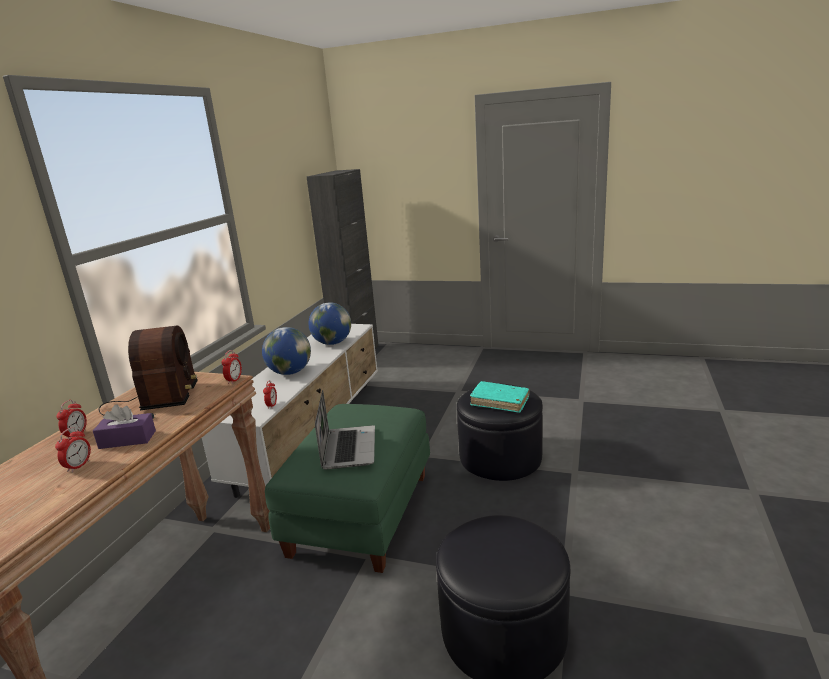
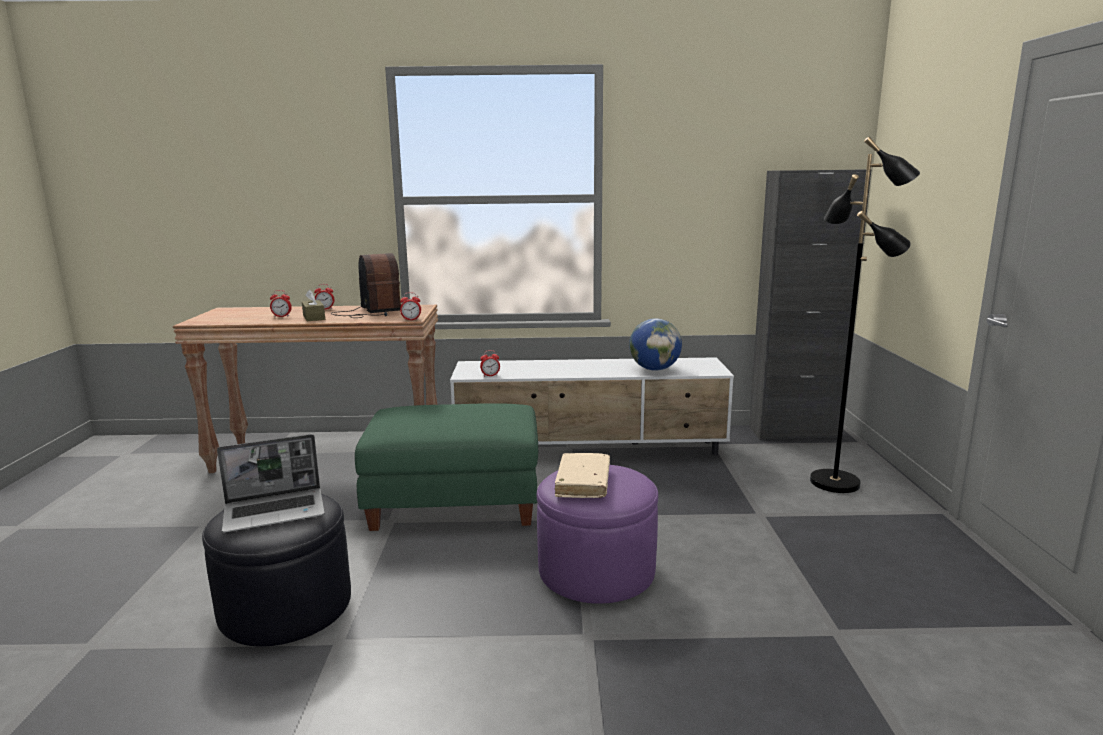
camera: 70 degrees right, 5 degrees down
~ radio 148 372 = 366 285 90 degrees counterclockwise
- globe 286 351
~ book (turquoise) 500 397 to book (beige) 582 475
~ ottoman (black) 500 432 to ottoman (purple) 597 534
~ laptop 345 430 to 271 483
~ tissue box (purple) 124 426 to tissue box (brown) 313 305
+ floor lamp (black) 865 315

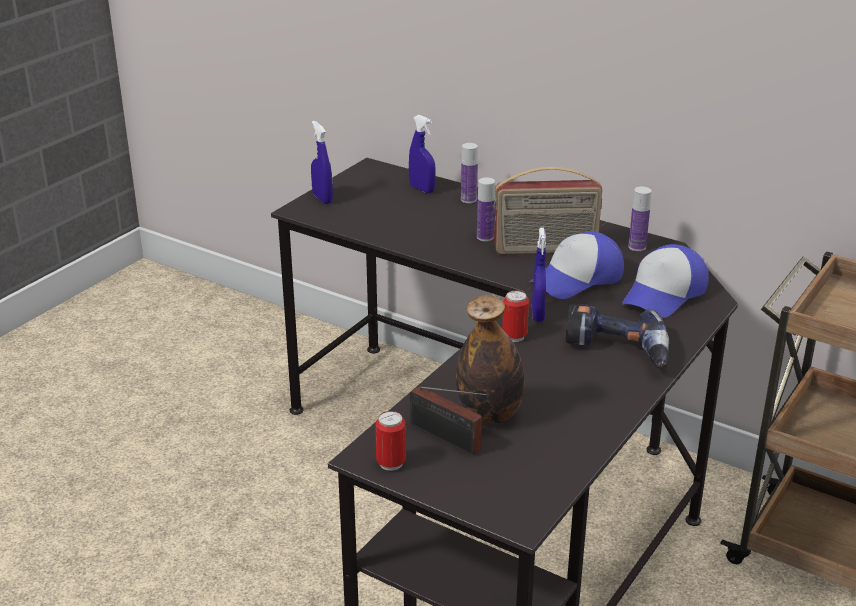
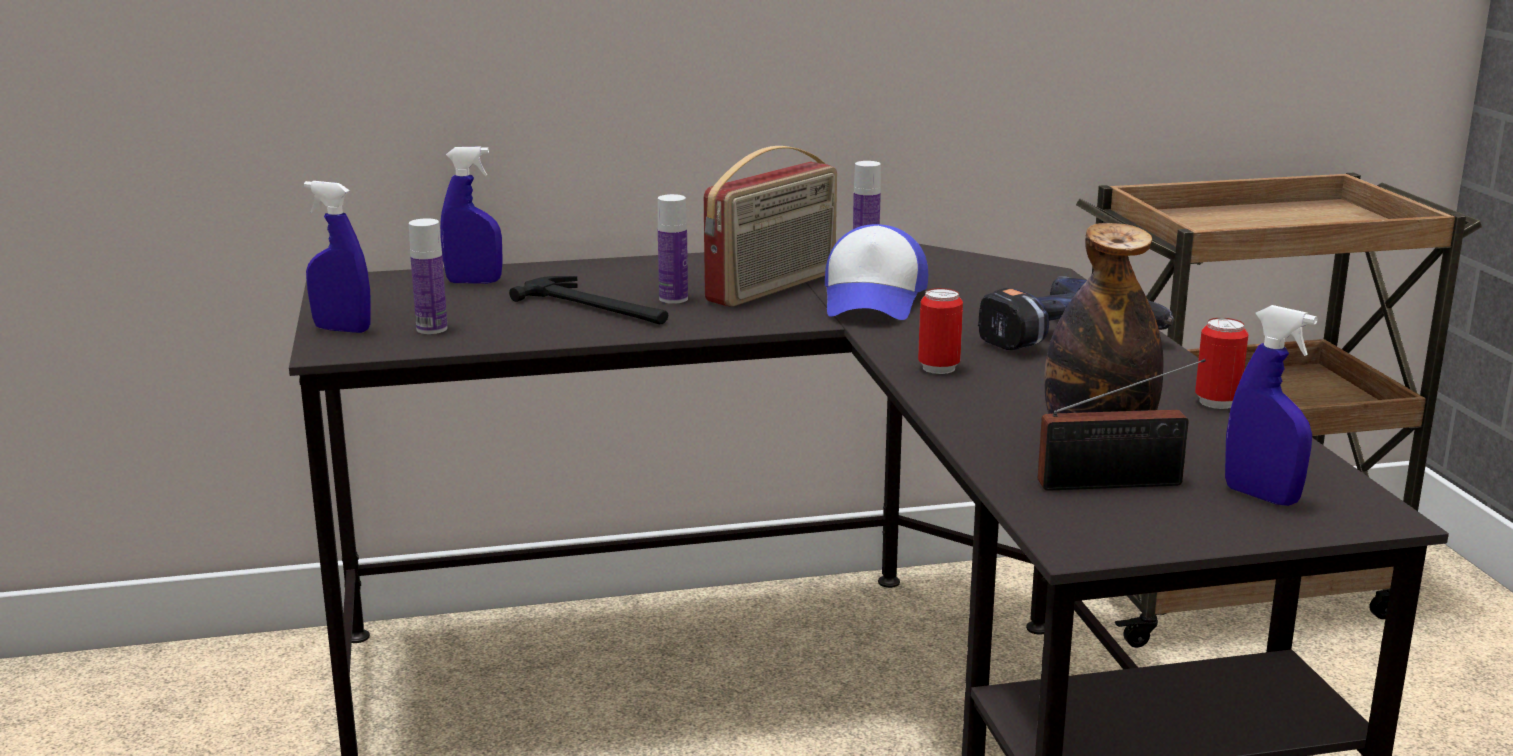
camera: 45 degrees left, 10 degrees down
~ bottle 469 173 to 428 276
~ spray bottle (blue) 539 274 to 1271 405
- cap 665 281
~ can 390 441 to 1222 363
+ hammer 588 300

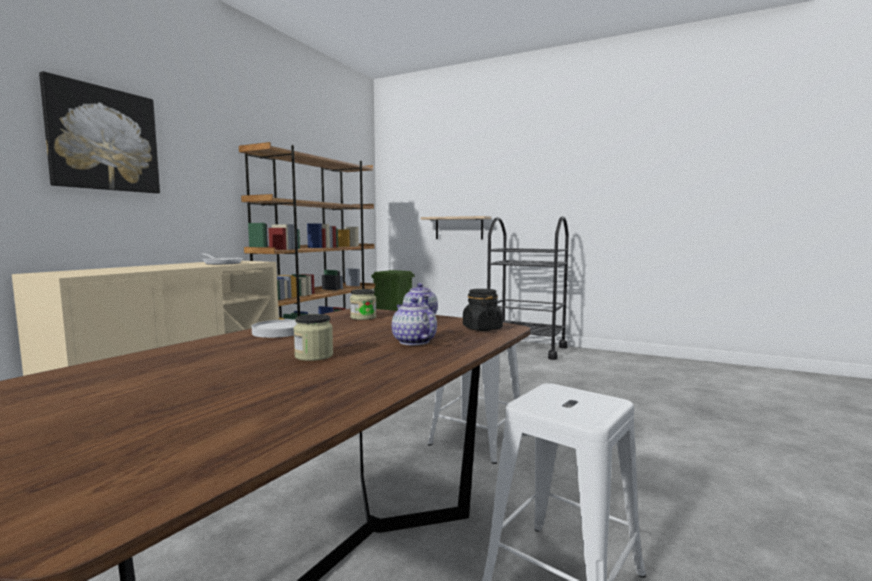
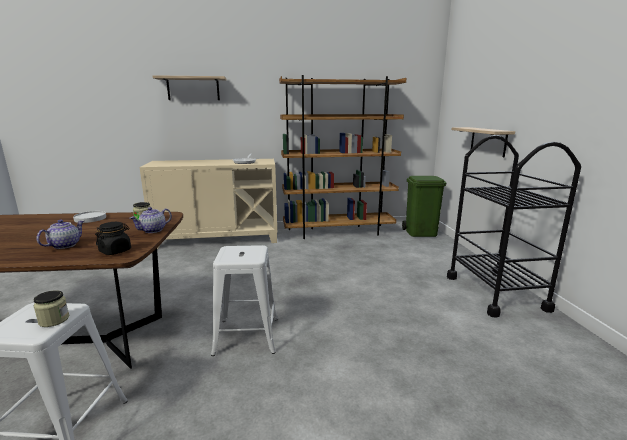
camera: 55 degrees right, 10 degrees up
~ picture 99 132 to shelf 189 87
~ jar 313 337 to 51 308

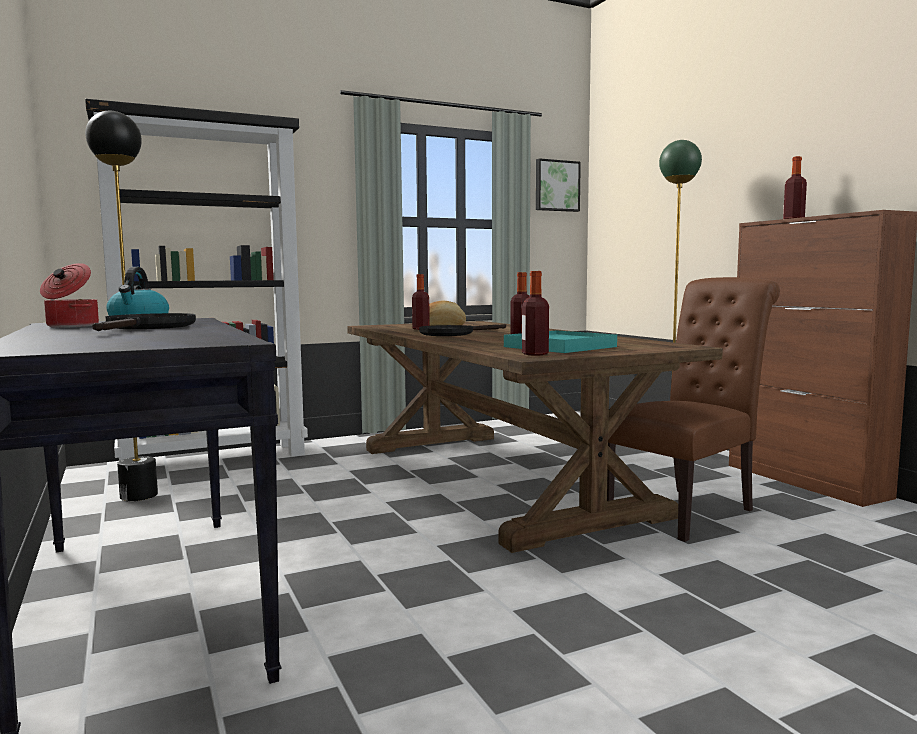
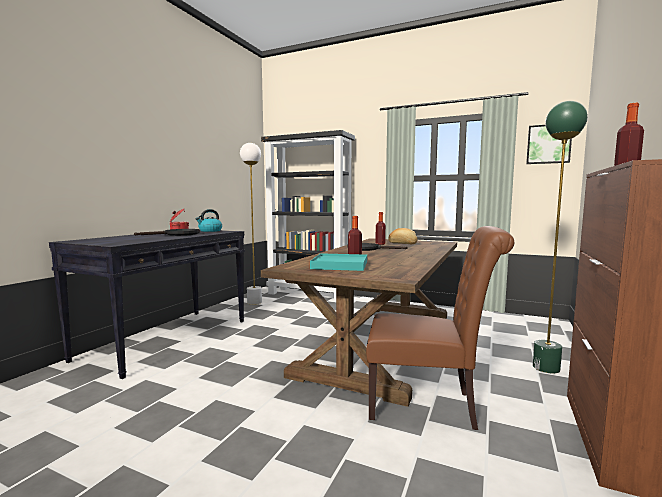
camera: 50 degrees right, 0 degrees up
~ floor lamp (black) 121 306 to floor lamp (white) 251 224
- bottle 535 313

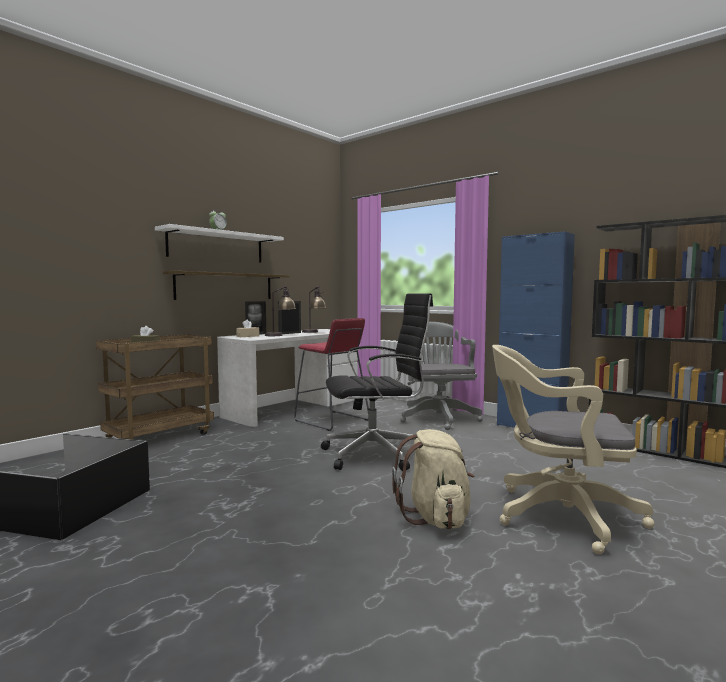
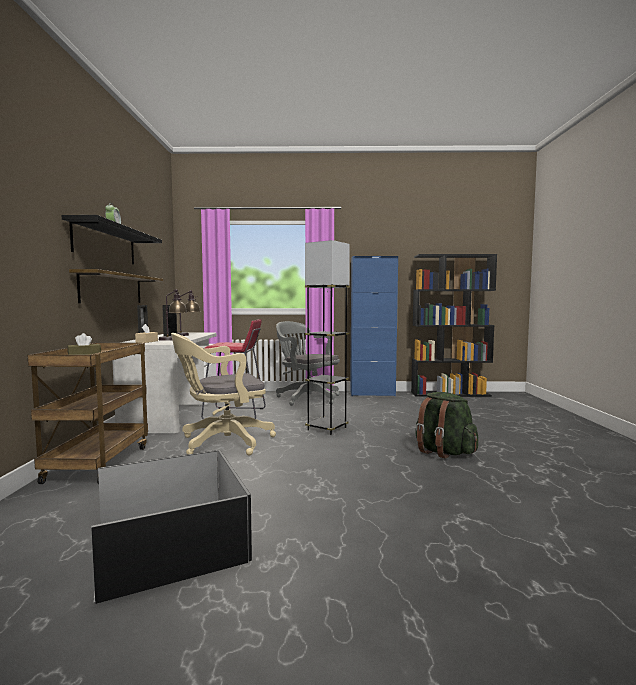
camera: 40 degrees left, 0 degrees up
~ shelf (white) 219 243 to shelf (black) 112 239
~ office chair (black) 377 382 to floor lamp (grey) 327 337
~ office chair (beige) 573 449 to 223 394
~ backpack (beige) 433 479 to backpack (green) 447 425

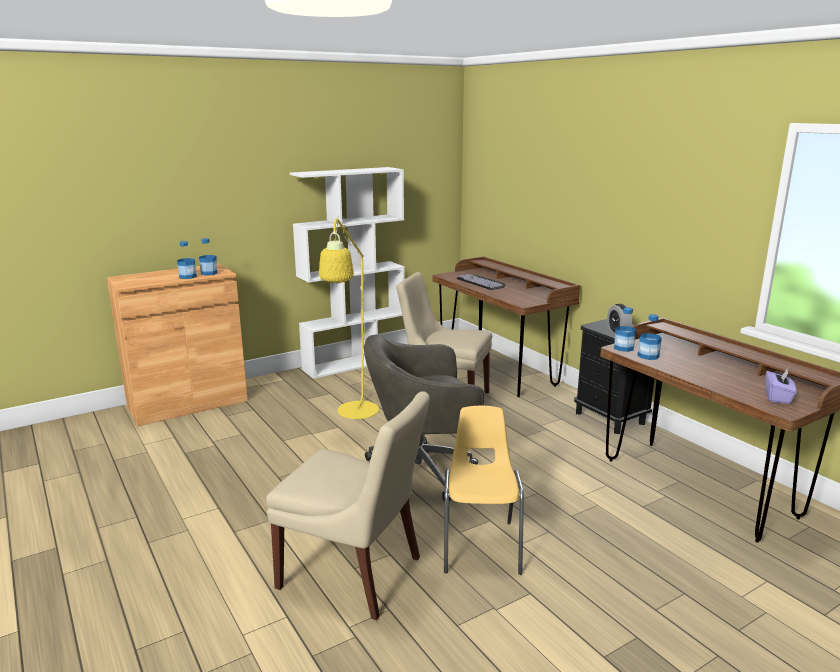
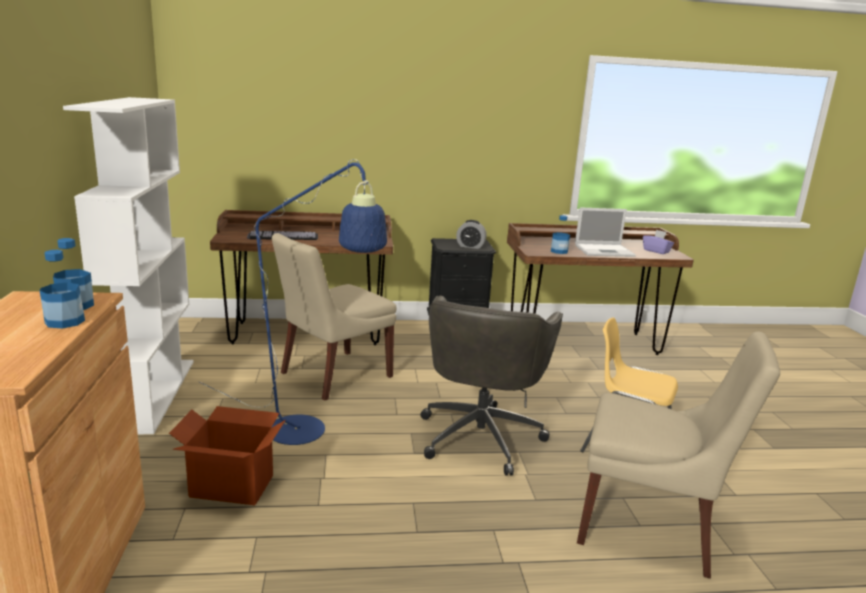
camera: 65 degrees left, 0 degrees up
~ floor lamp (yellow) 349 317 to floor lamp (blue) 293 302
- bottle 625 329
~ chair (beige) 348 505 = 678 455 60 degrees clockwise
+ laptop 605 232
+ cardboard box 227 455

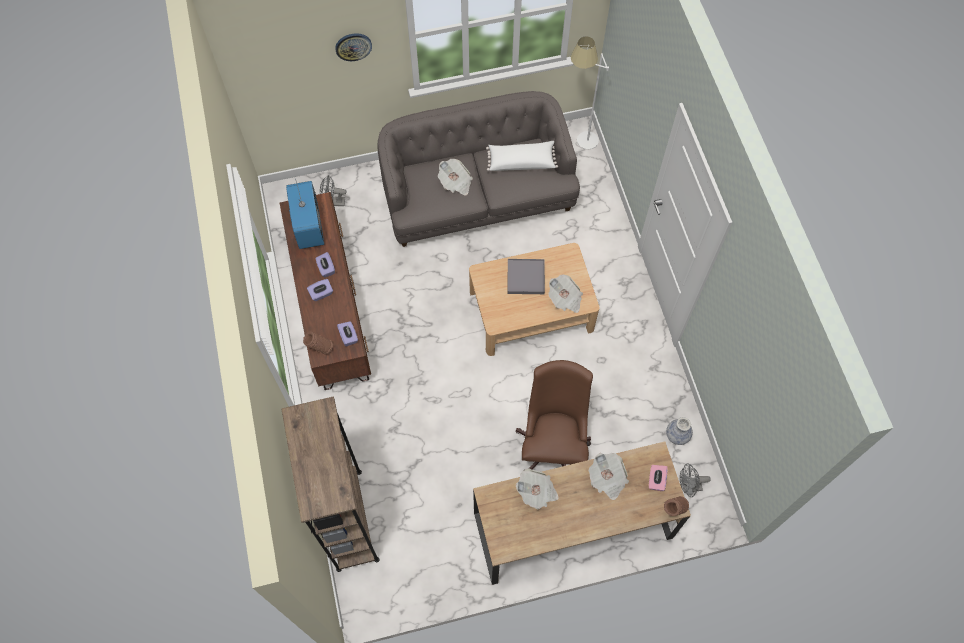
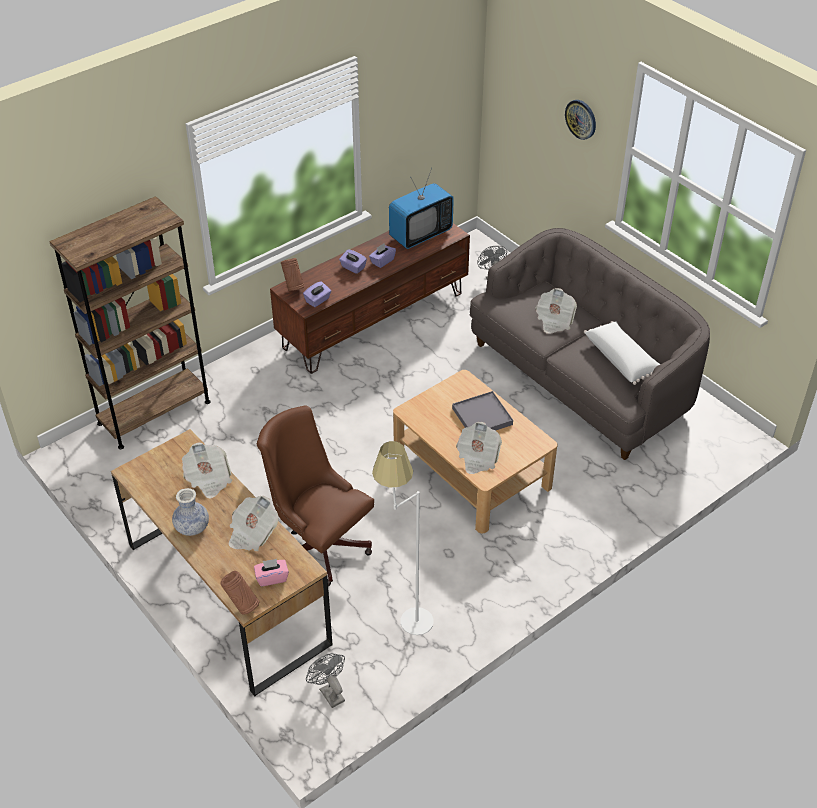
camera: 65 degrees right, 20 degrees down
~ floor lamp (white) 590 92 to 402 538
~ office chair (brown) 554 415 = 315 495 120 degrees counterclockwise
~ vase 679 431 to 190 512

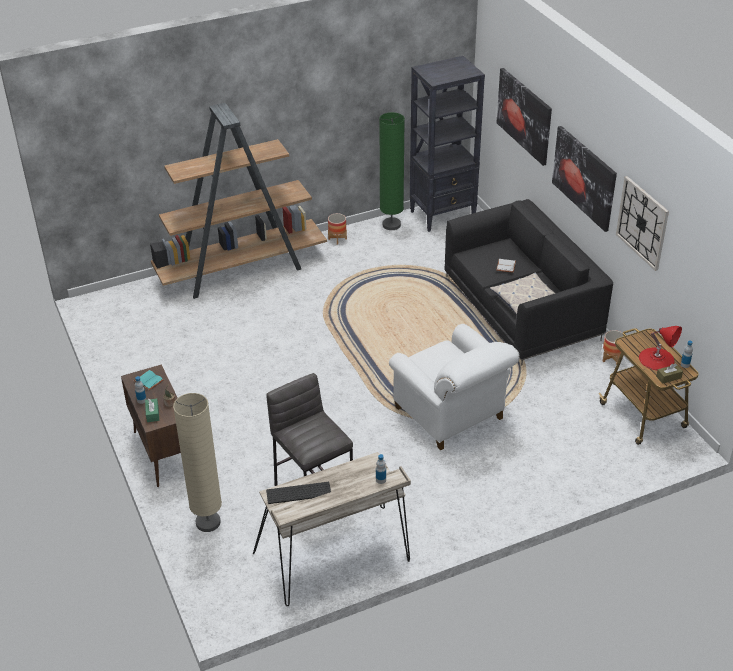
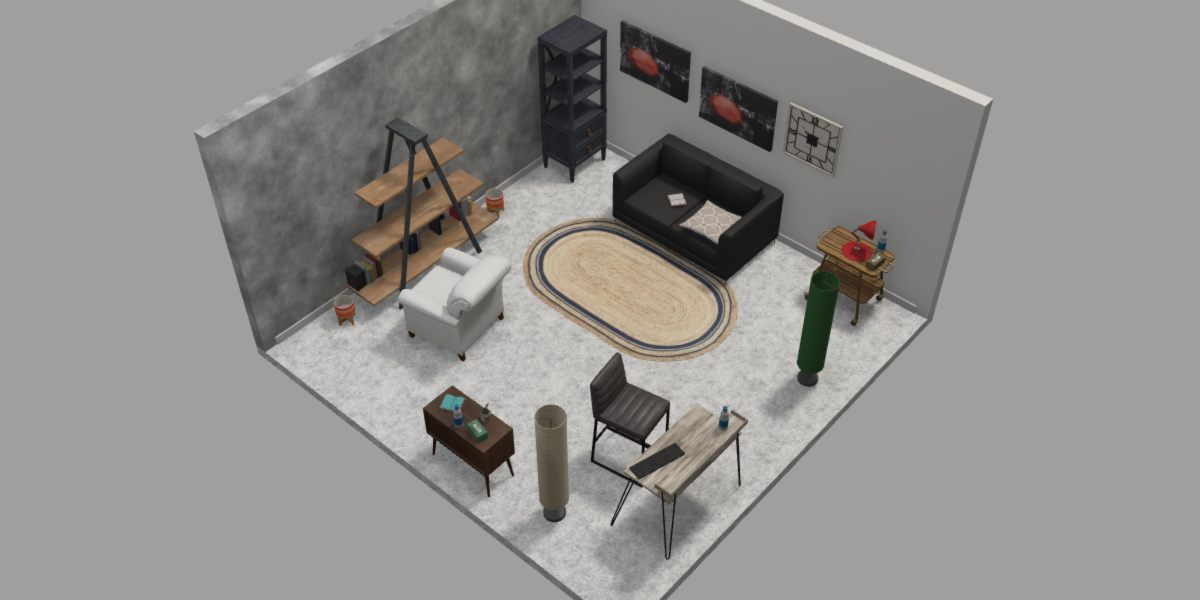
camera: 25 degrees left, 5 degrees up
~ floor lamp (green) 392 171 to 818 329
~ armchair (white) 454 387 to 455 304
~ planter 613 347 to 344 310

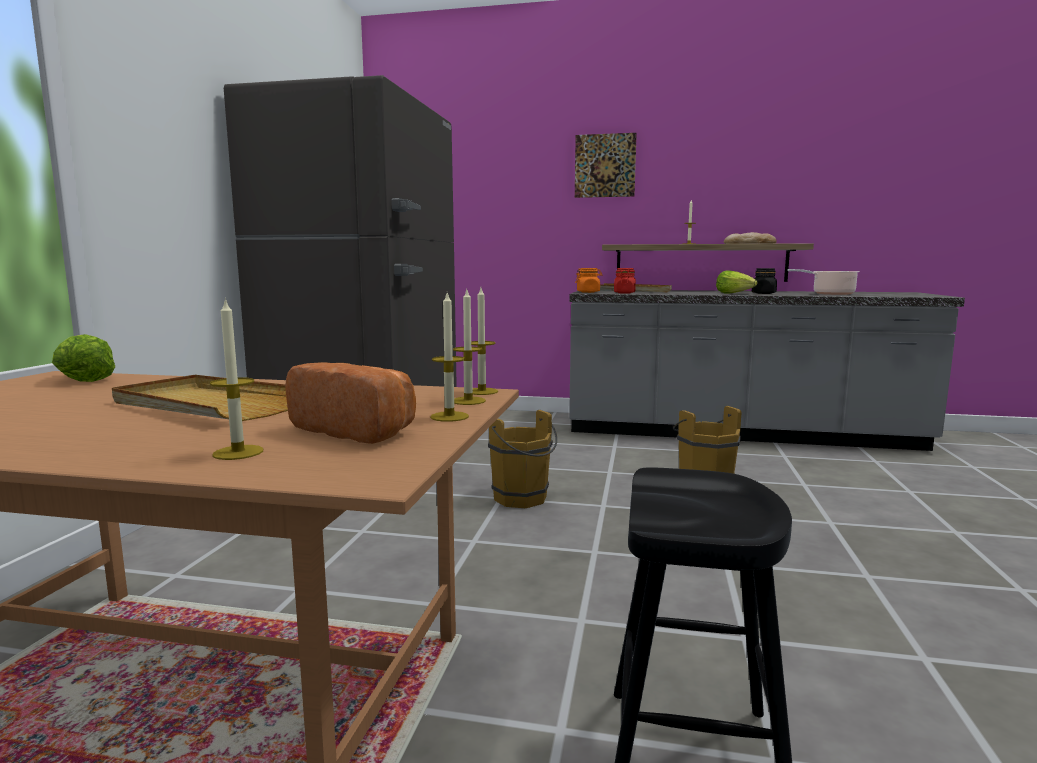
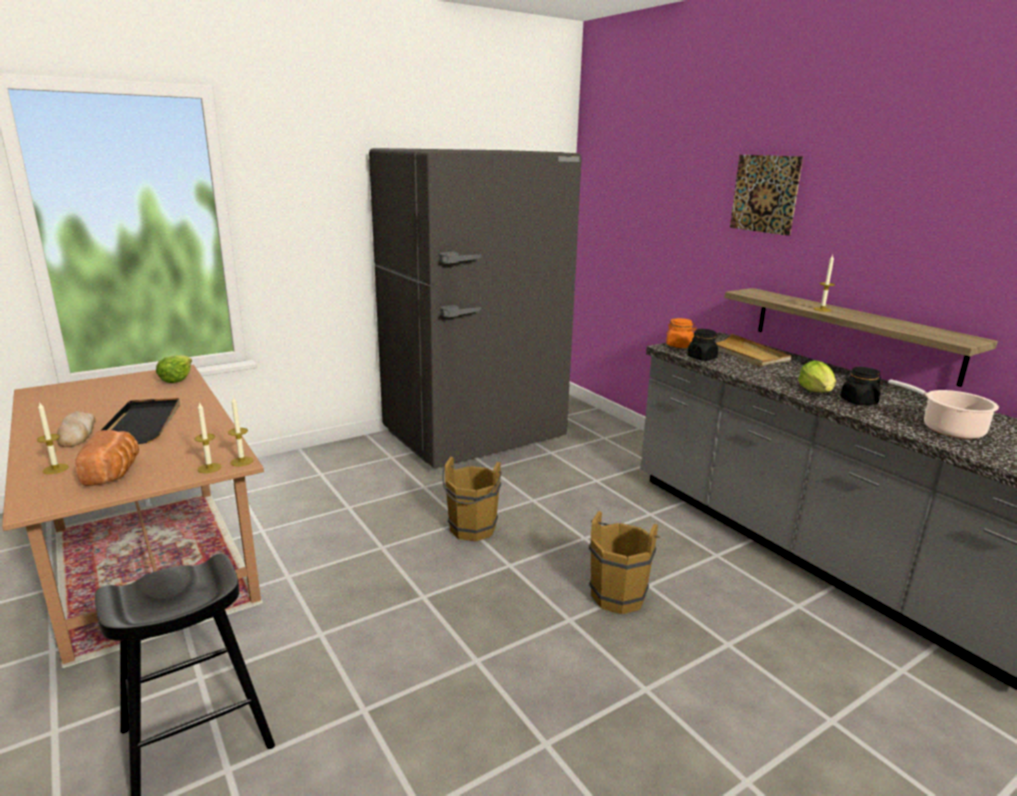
camera: 45 degrees right, 10 degrees up
~ bread 750 238 to 76 429
~ jar (red) 625 281 to jar (black) 702 345
- candle 449 357
~ tray (beige) 200 398 to tray (black) 140 421

